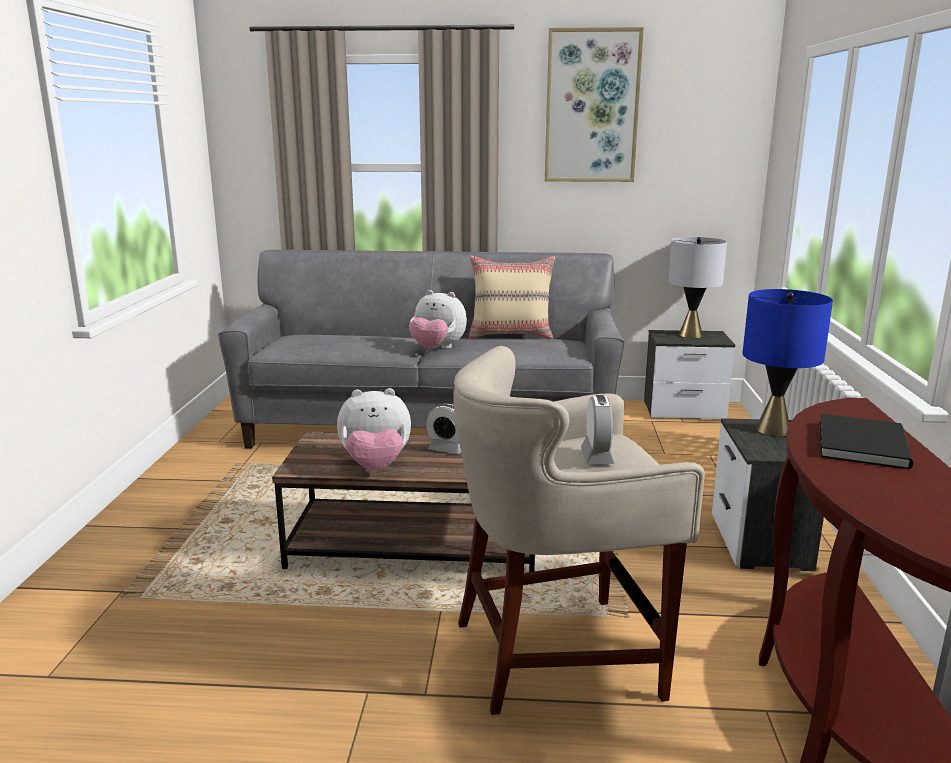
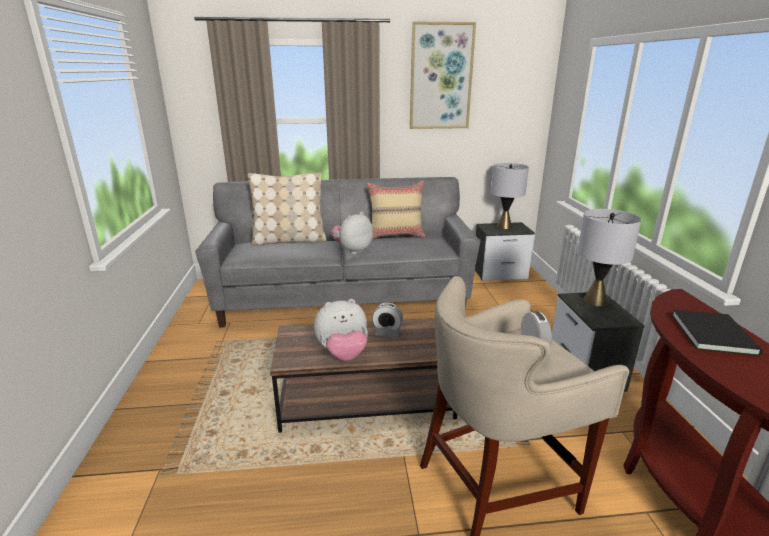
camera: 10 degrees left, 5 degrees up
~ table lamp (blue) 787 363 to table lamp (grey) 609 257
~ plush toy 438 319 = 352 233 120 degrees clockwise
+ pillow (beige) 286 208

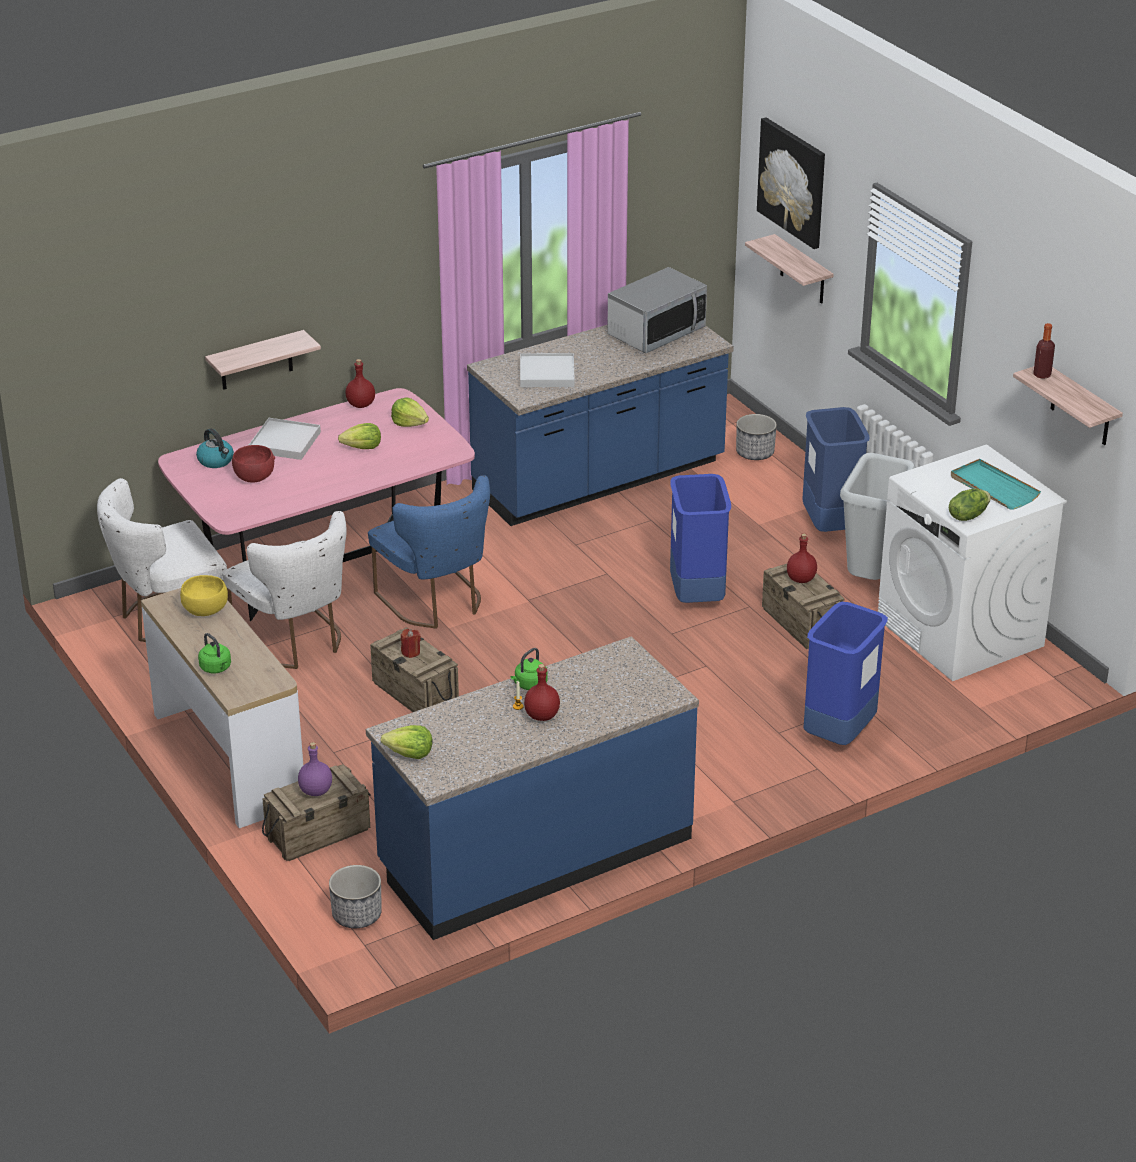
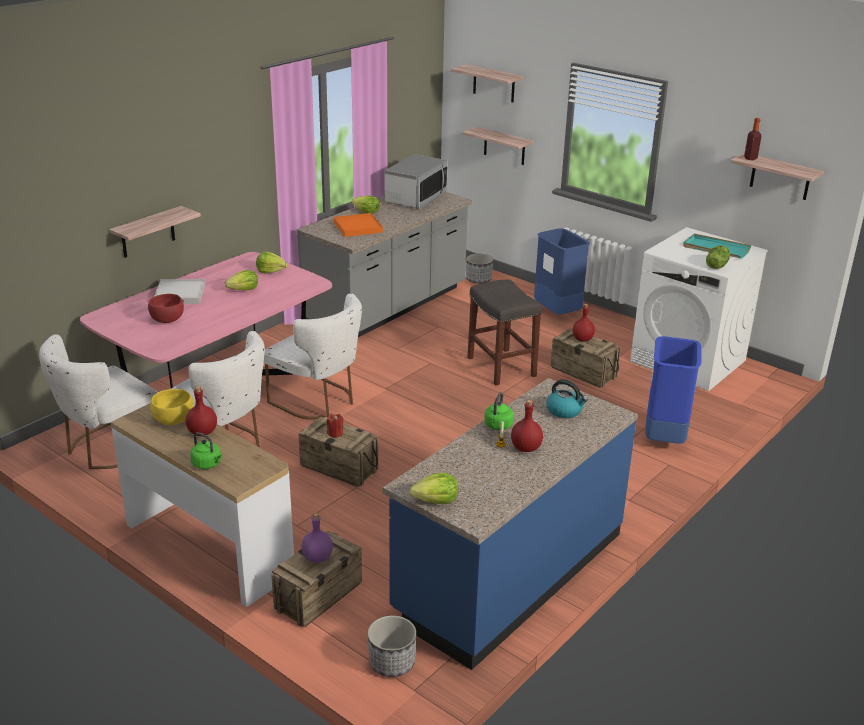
camera: 20 degrees left, 5 degrees down
~ picture 791 183 to shelf 487 83
~ counter (blue) 600 425 to counter (grey) 384 264
~ tray (white) 547 370 to tray (orange) 358 225
~ bottle (red) 360 383 to 201 411
~ kettle 215 448 to 567 398
- trash can (grey) 878 516
~ trash can (blue) 700 538 to stool (grey) 504 332
~ chair (blue) 429 552 to chair (white) 313 356
+ lettuce 365 205

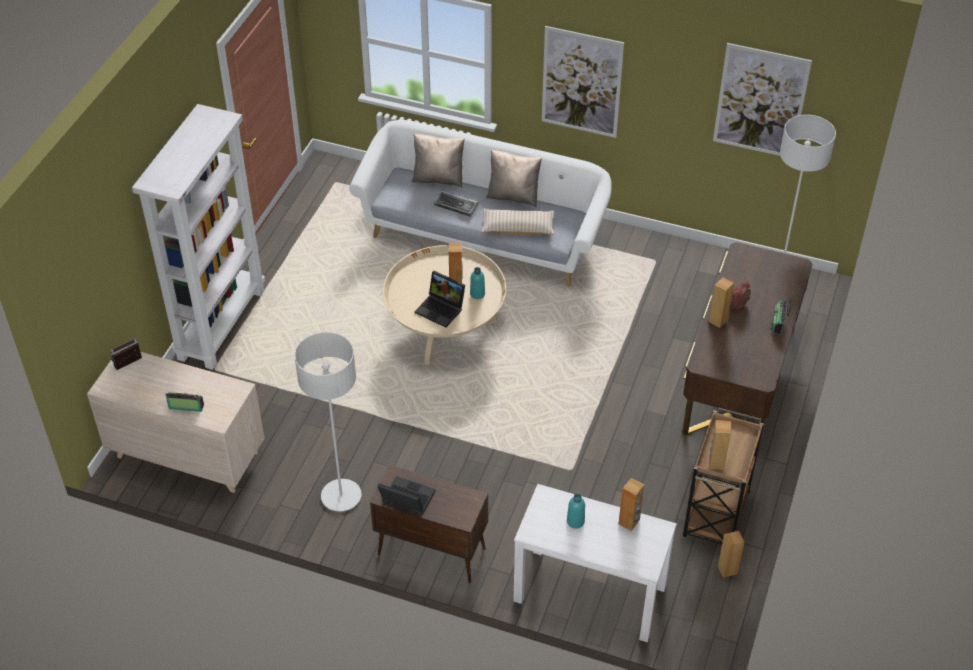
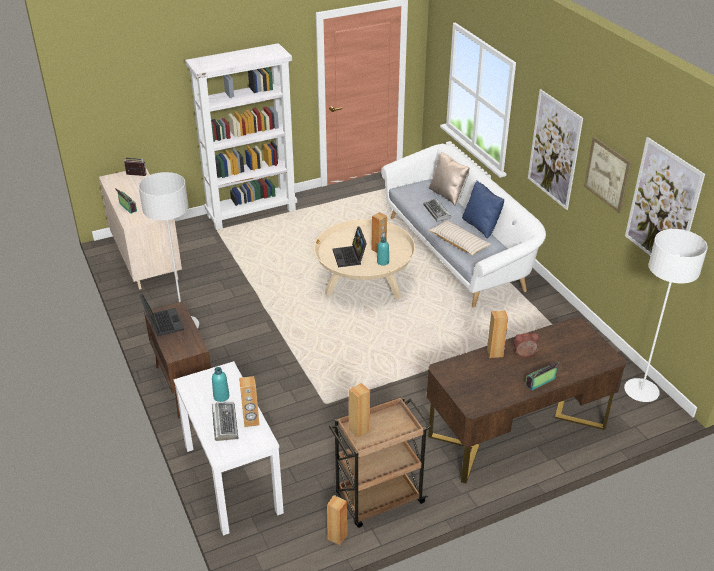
camera: 45 degrees right, 10 degrees down
~ pillow (beige) 514 178 to pillow (blue) 483 210
+ picture 608 175
+ keyboard 225 421

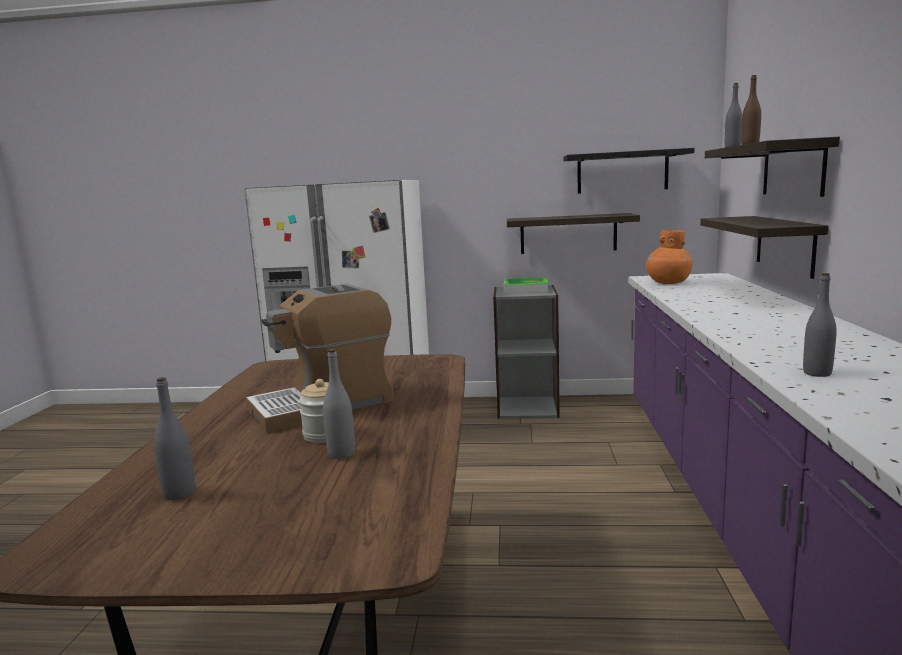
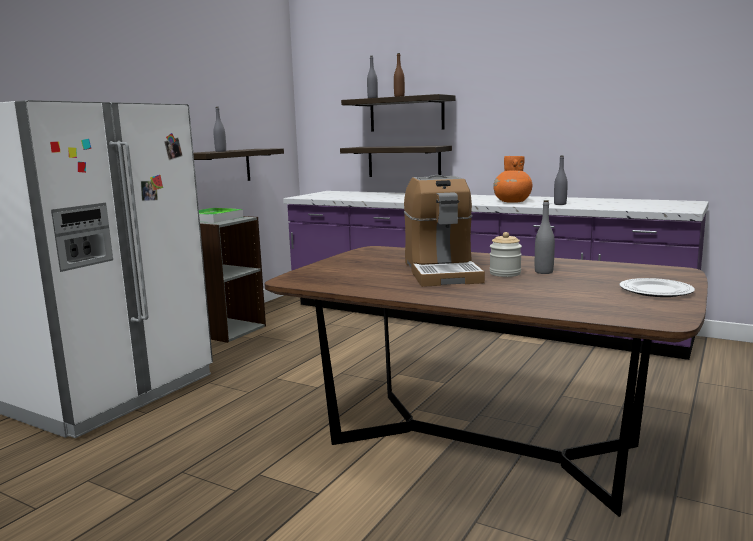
camera: 65 degrees left, 0 degrees up
- shelf (black) 628 171
~ vase (orange) 669 257 to 512 179
~ bottle (grey) 174 438 to 219 129
+ plate 657 287

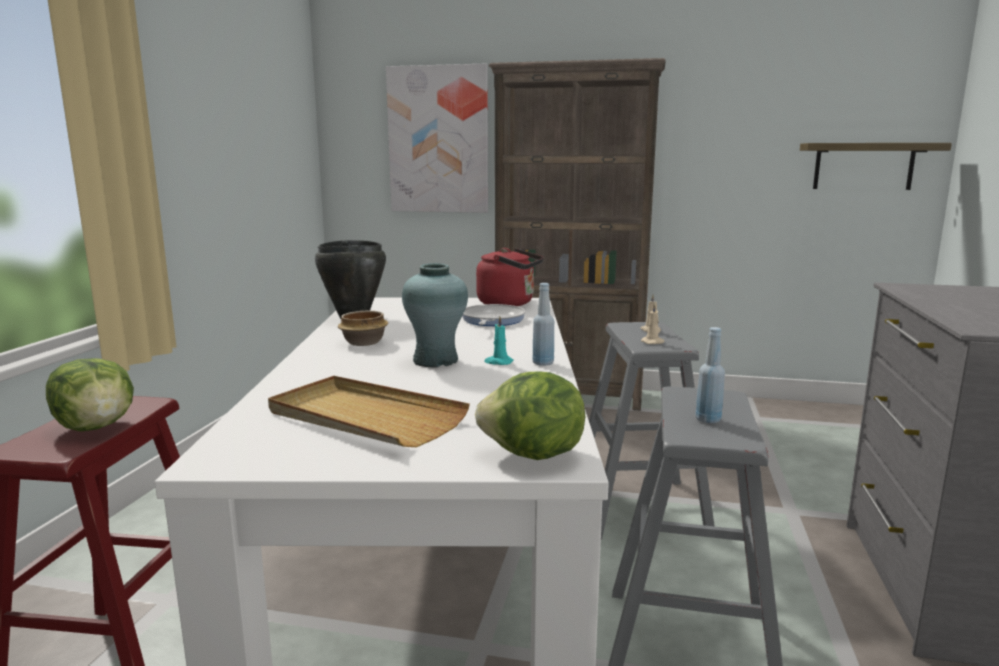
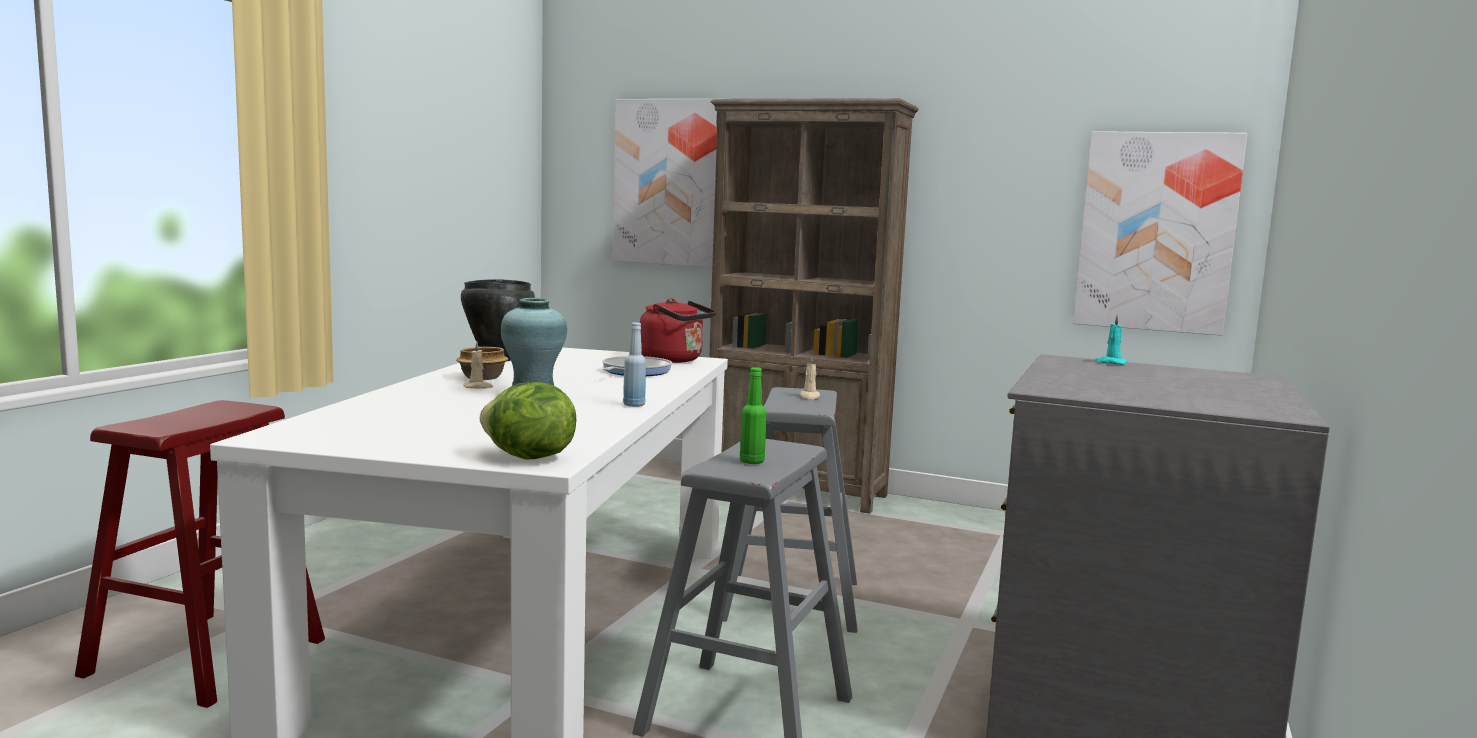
camera: 10 degrees right, 5 degrees down
~ shelf 876 166 to picture 1160 233
~ candle (beige) 653 324 to 478 365
~ candle (turquoise) 499 340 to 1111 340
~ bottle (blue) 710 375 to bottle (green) 753 415
- lettuce 90 394
- tray (beige) 369 411

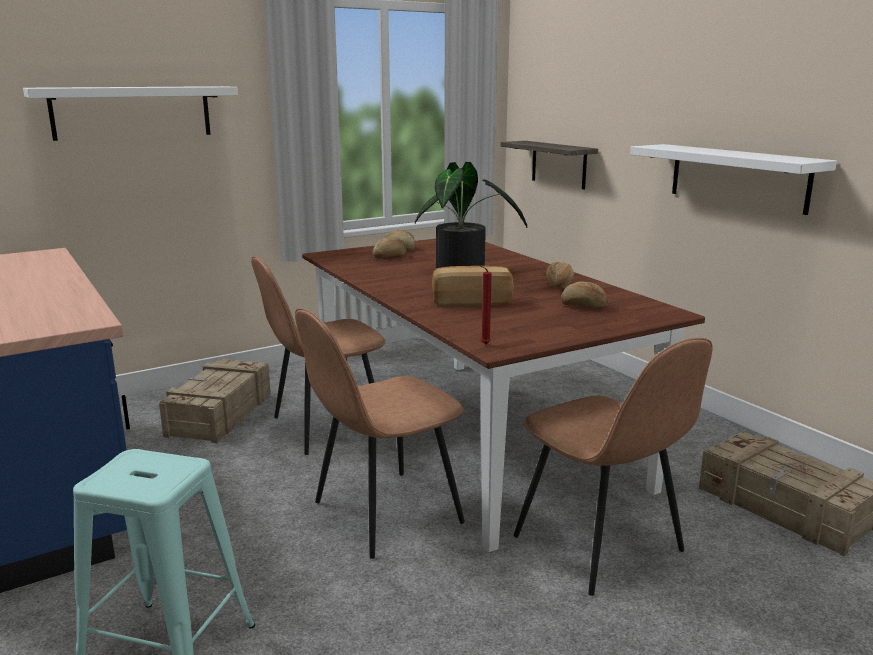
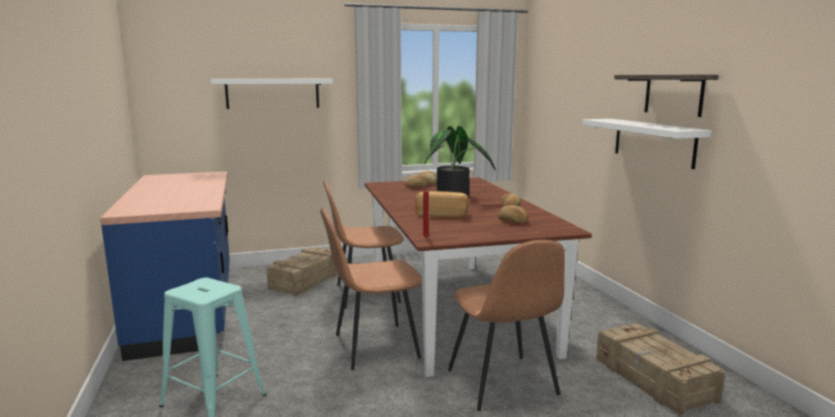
camera: 15 degrees right, 5 degrees down
~ shelf 549 165 to 666 96

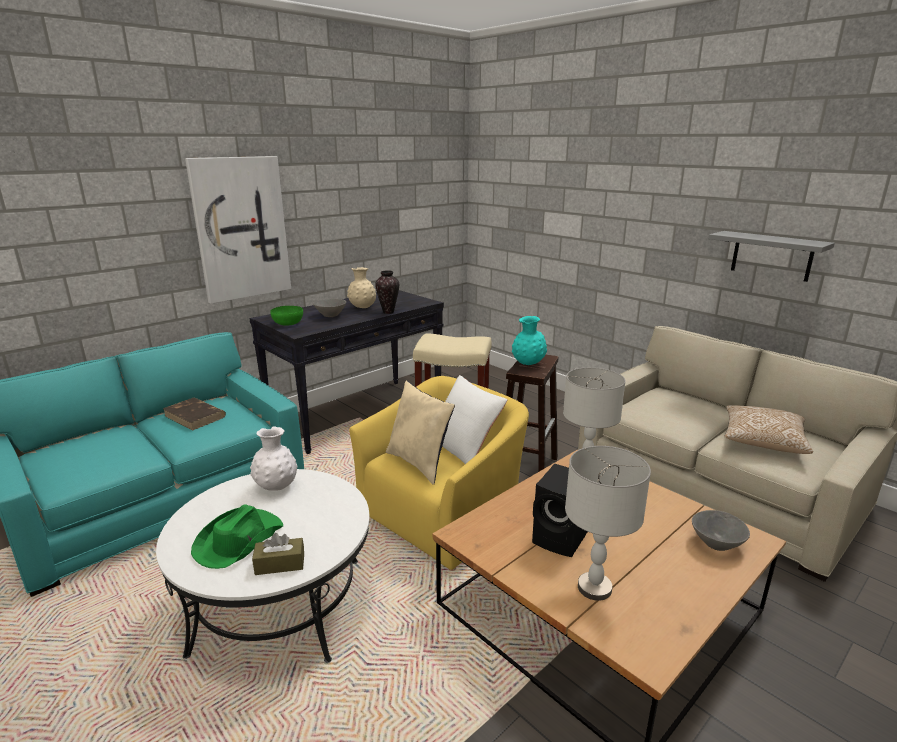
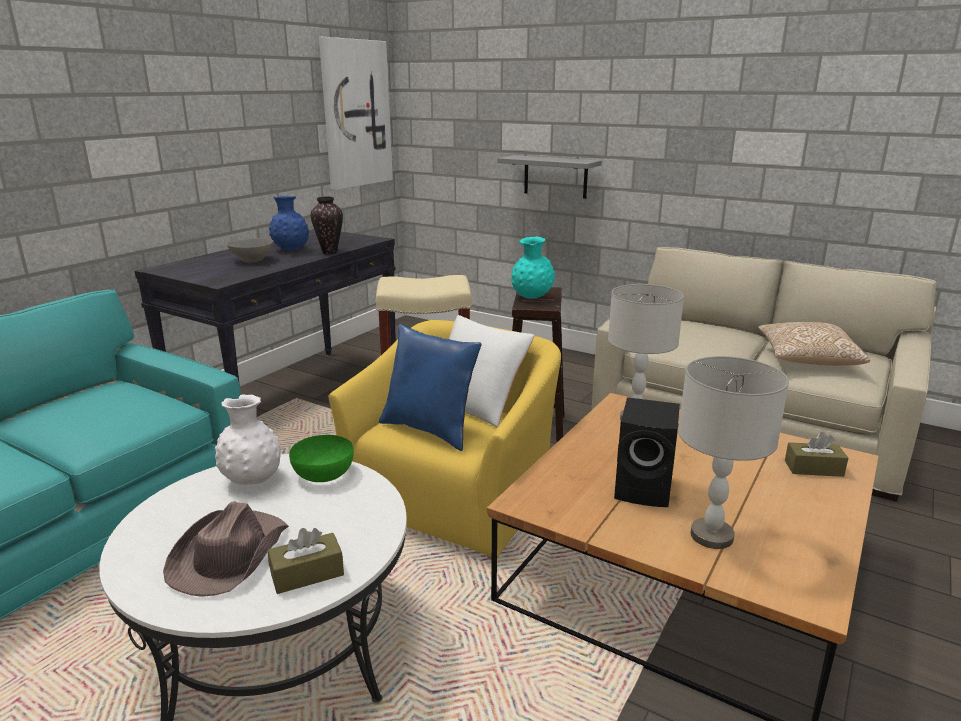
camera: 15 degrees left, 0 degrees up
~ picture 238 230 to 356 113
~ shelf (grey) 771 256 to 549 177
~ vase (beige) 361 287 to vase (blue) 289 223
~ bowl (green) 286 316 to 321 458
~ pillow (beige) 420 433 to pillow (blue) 430 387
- book (brown) 194 414
~ hat (green) 237 536 to hat (brown) 226 549
~ bowl (grey) 721 530 to tissue box (brown) 816 454

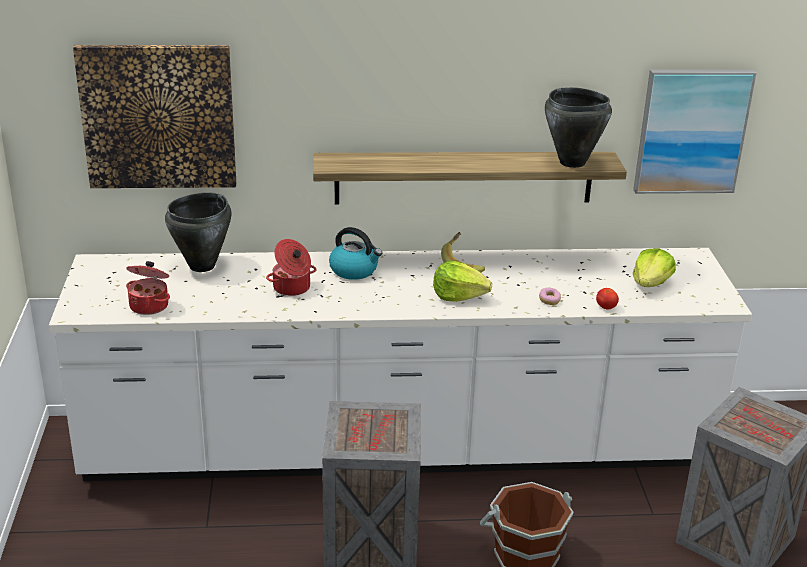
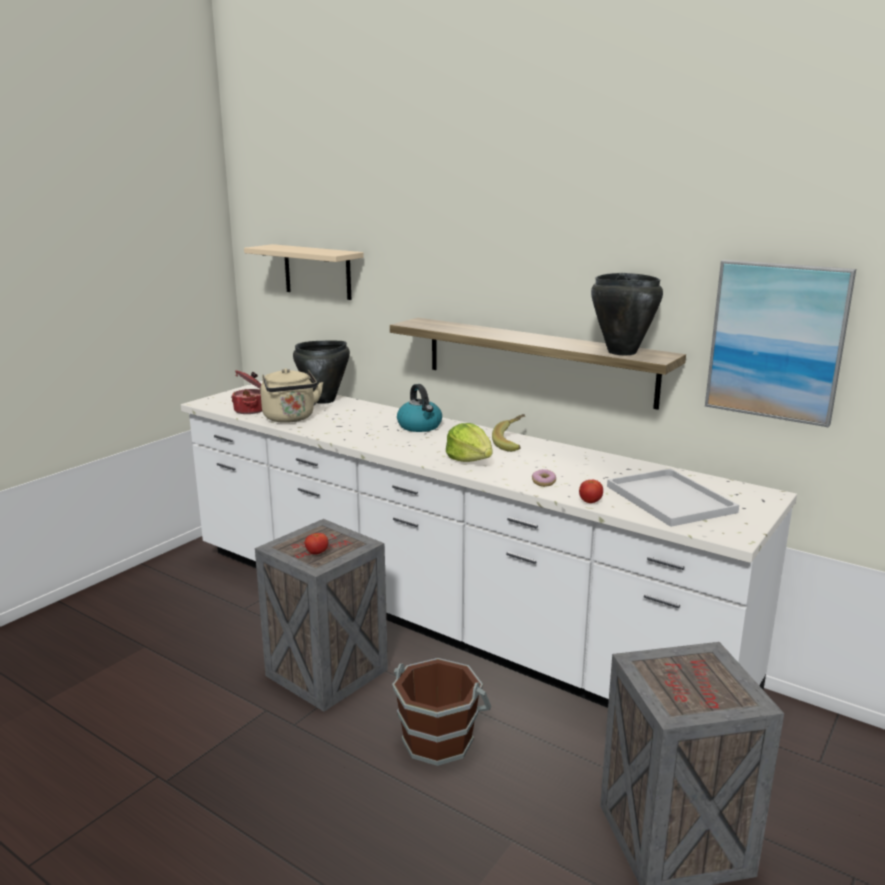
camera: 40 degrees right, 10 degrees down
~ picture 155 116 to shelf (beige) 304 272
- cooking pot 291 267
~ lettuce 654 267 to tray (white) 673 498
+ kettle (beige) 291 395
+ tomato 316 544

